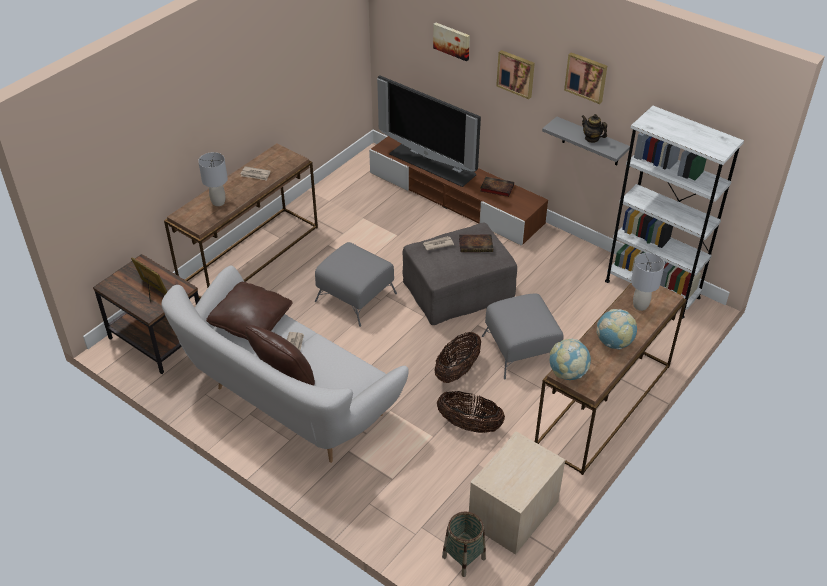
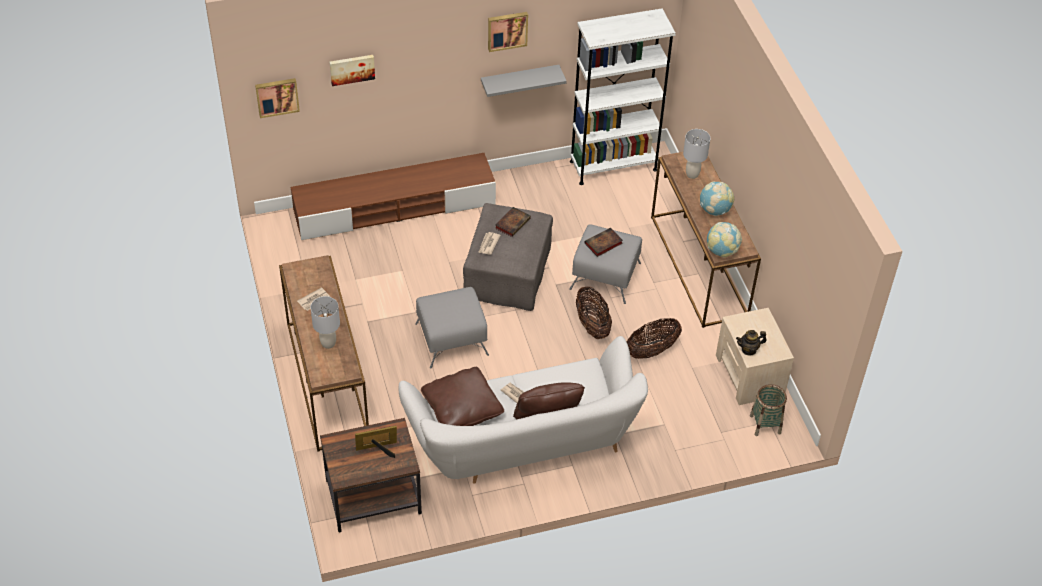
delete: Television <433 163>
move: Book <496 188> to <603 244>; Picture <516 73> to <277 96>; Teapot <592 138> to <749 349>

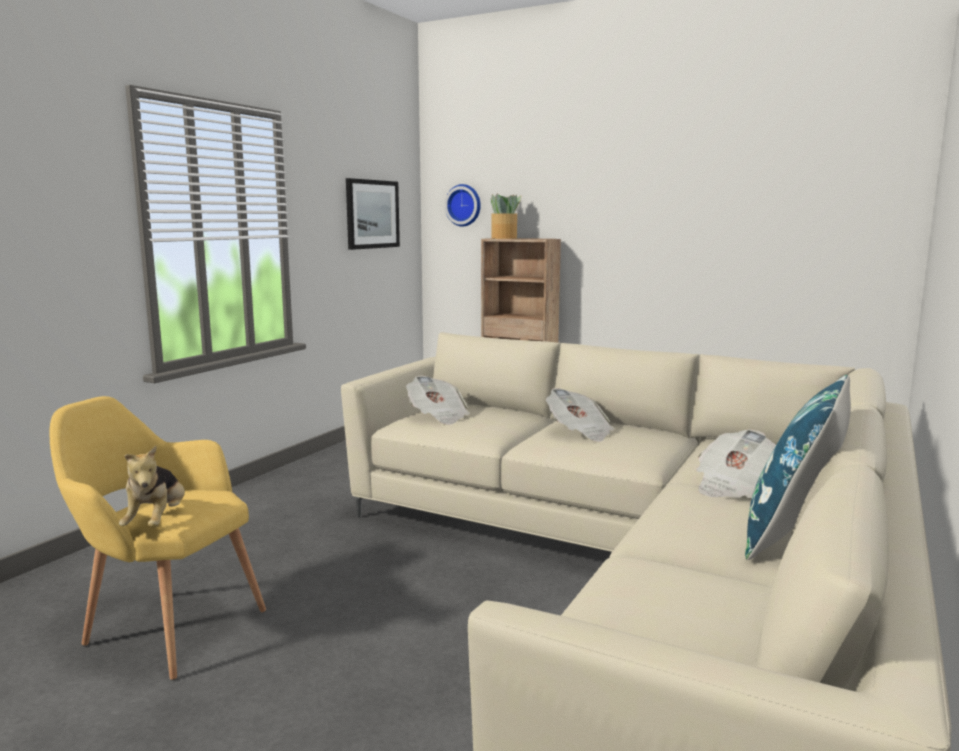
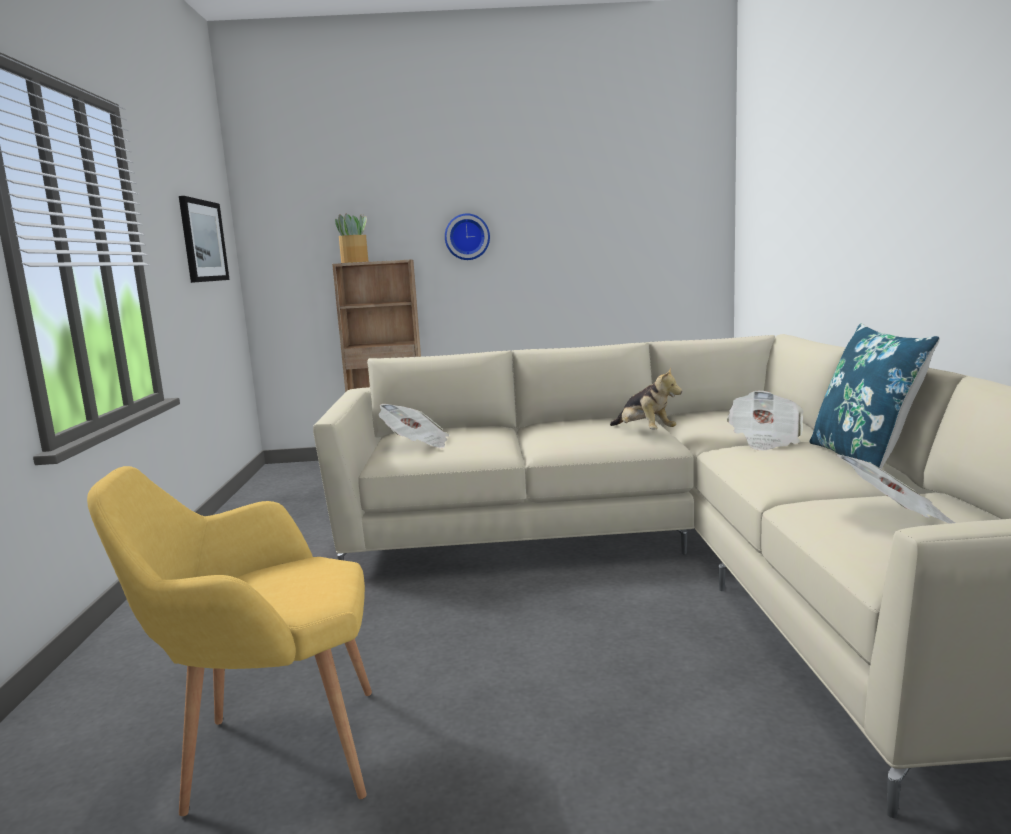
move: PlushToy <157 522> to <644 432>; WallClock <464 205> to <467 237>; Newspaper <579 432> to <896 517>

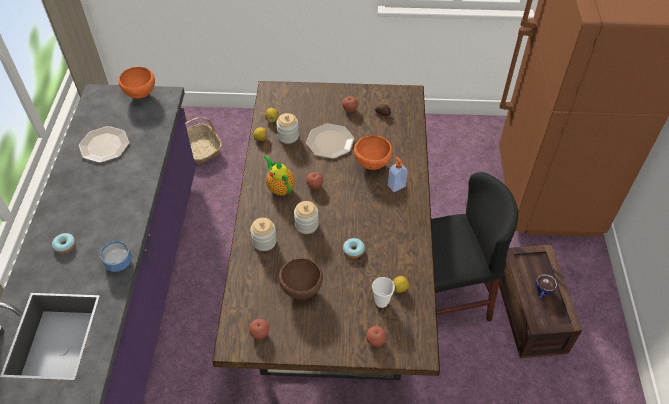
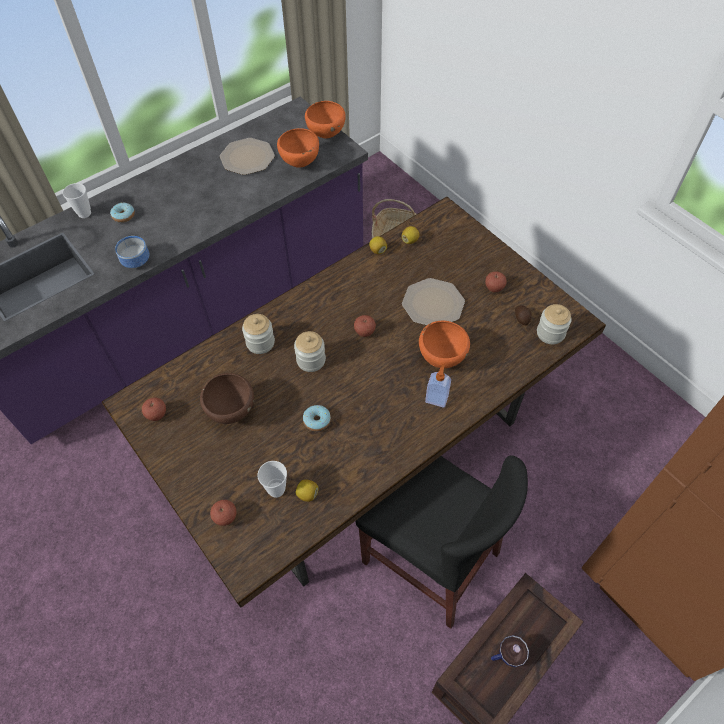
delete: Teapot <280 187>
insert: Cup <84 213>; OrangeBowl <300 164>
move: Jar <288 136> to <550 333>

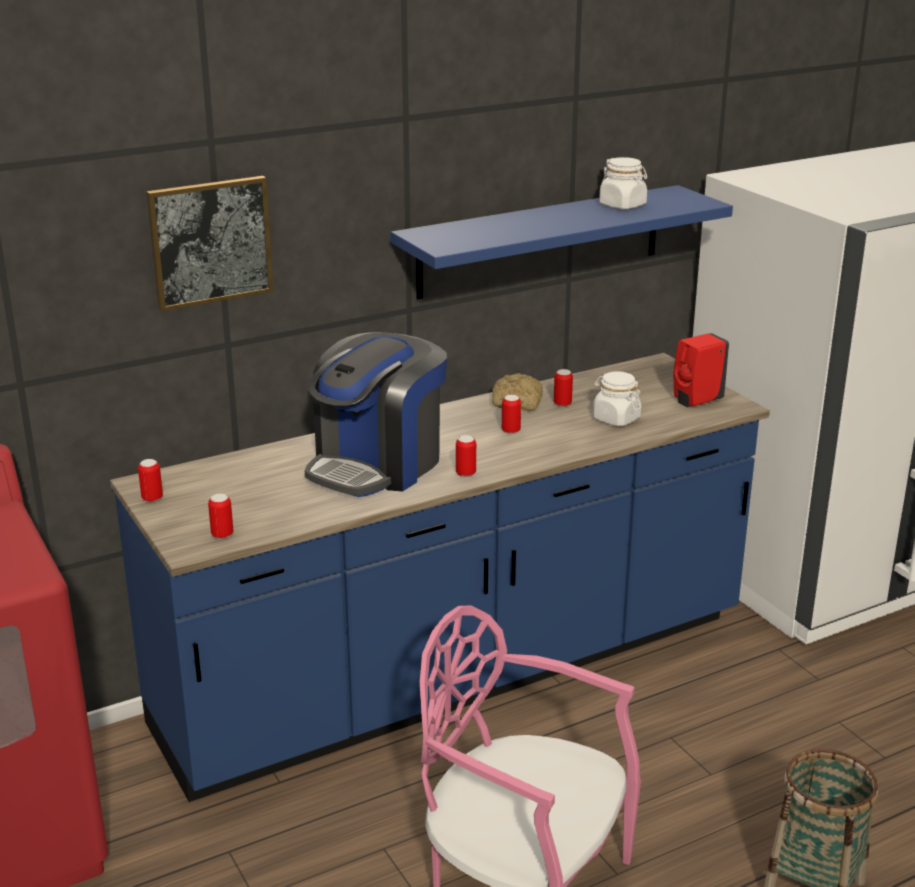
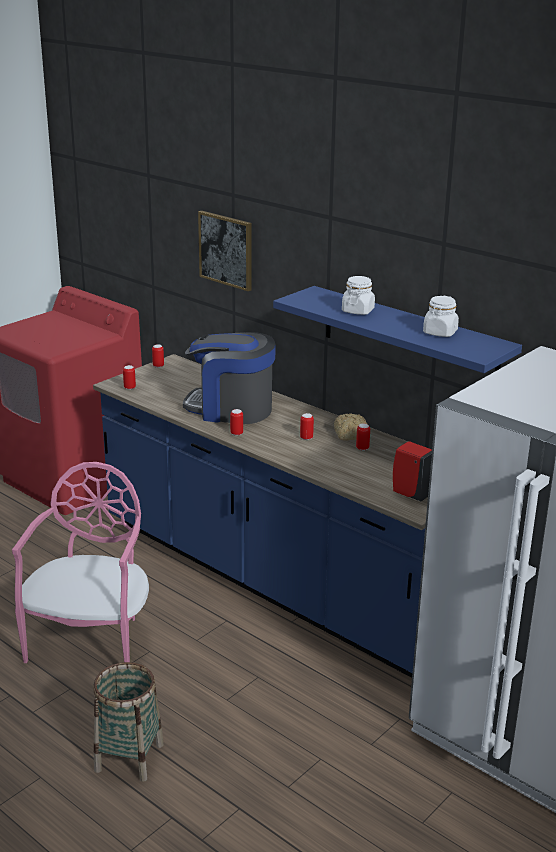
move: WhiteJar <616 419> to <358 311>

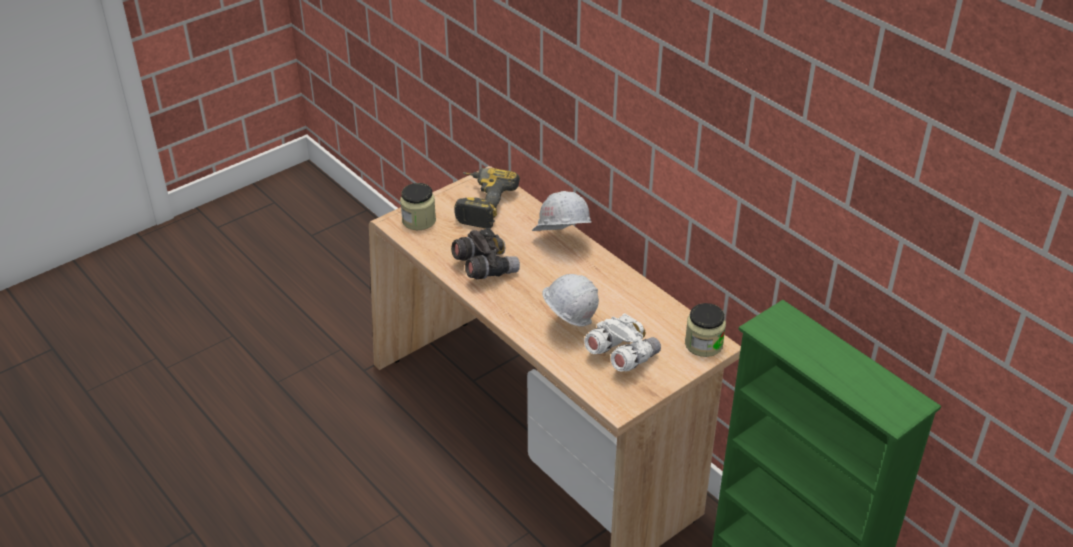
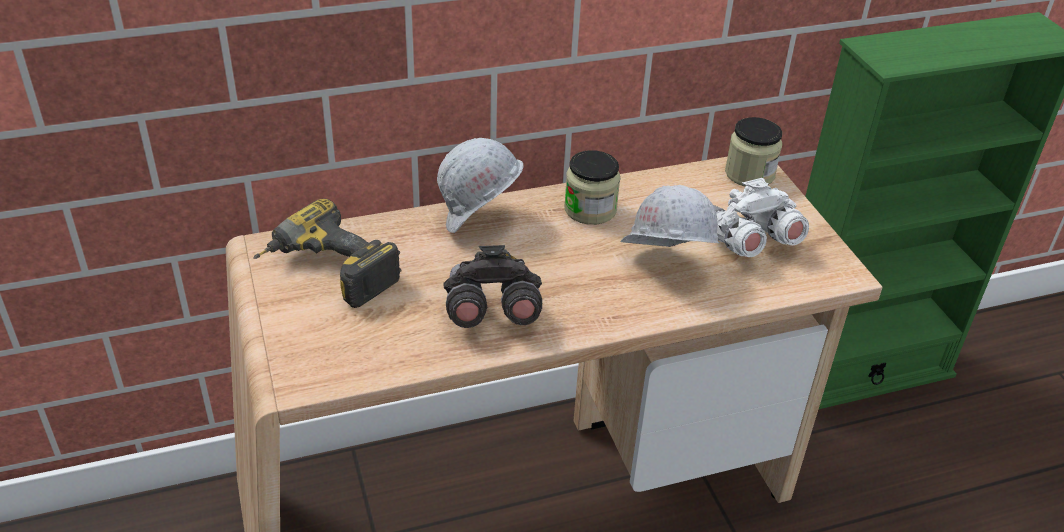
move: Jar <419 220> to <590 209>

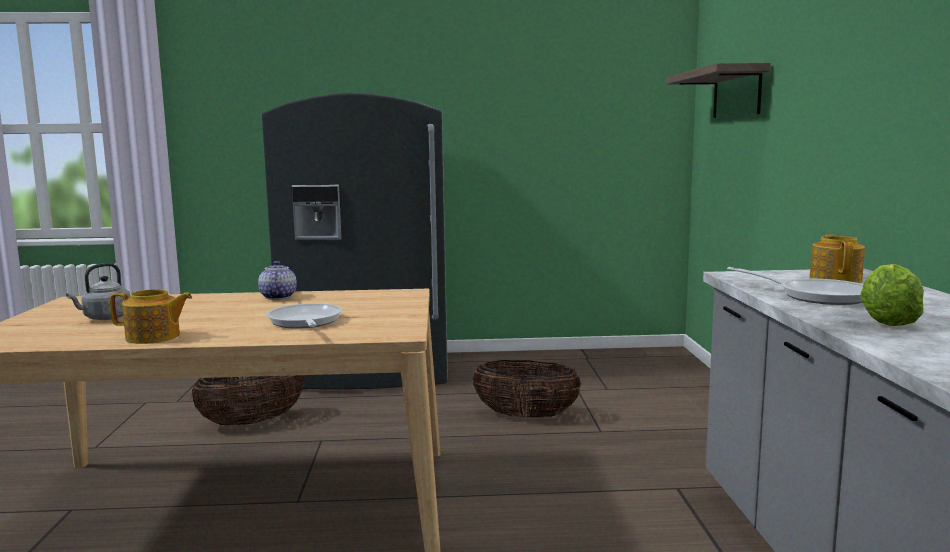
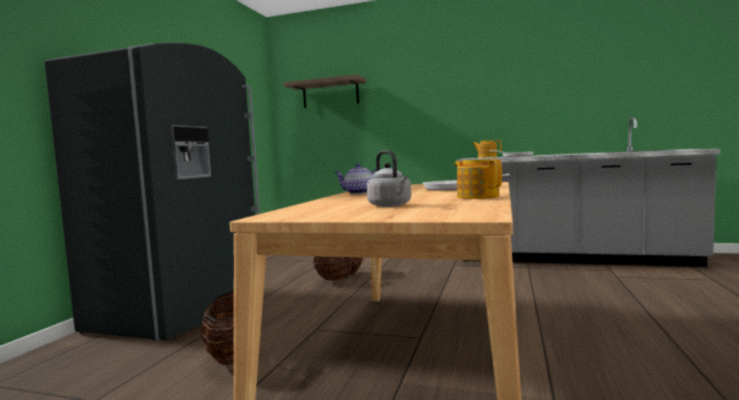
delete: Lettuce <887 321>
rotate: Teapot <154 337> = <477 196> 45 degrees counterclockwise

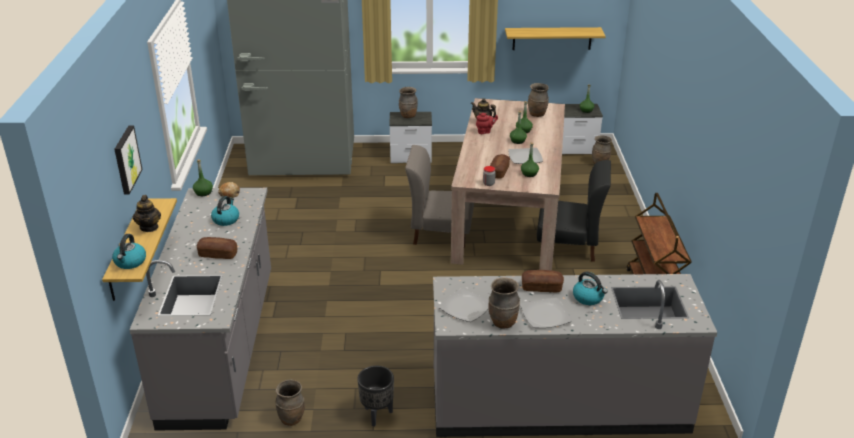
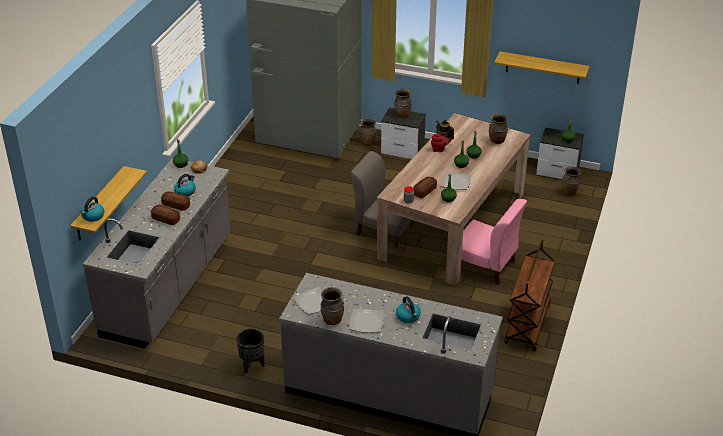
delete: Picture <126 159>; Teapot <149 227>
move: BrownVase <291 419> to <367 143>; Bread <541 287> to <176 205>
recolor: BlackChair <568 246> to PinkChair <485 265>

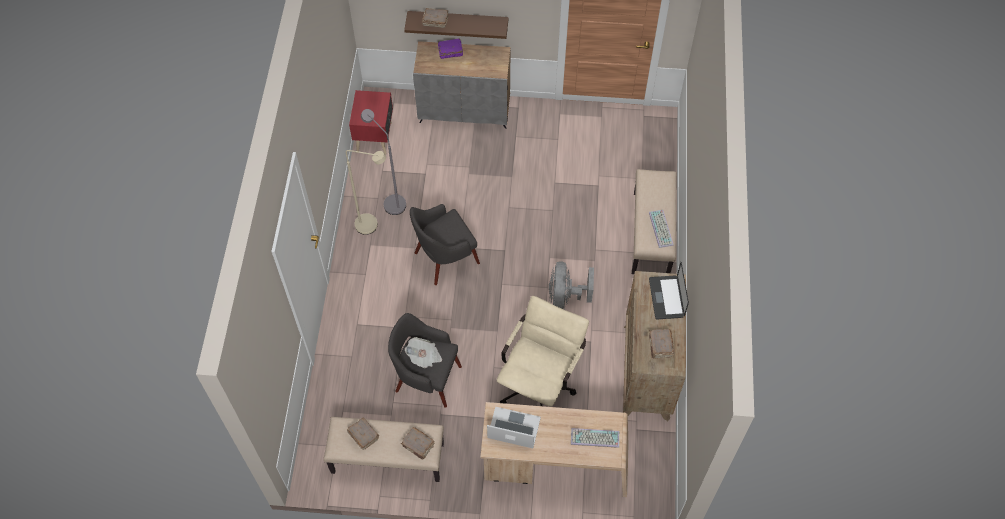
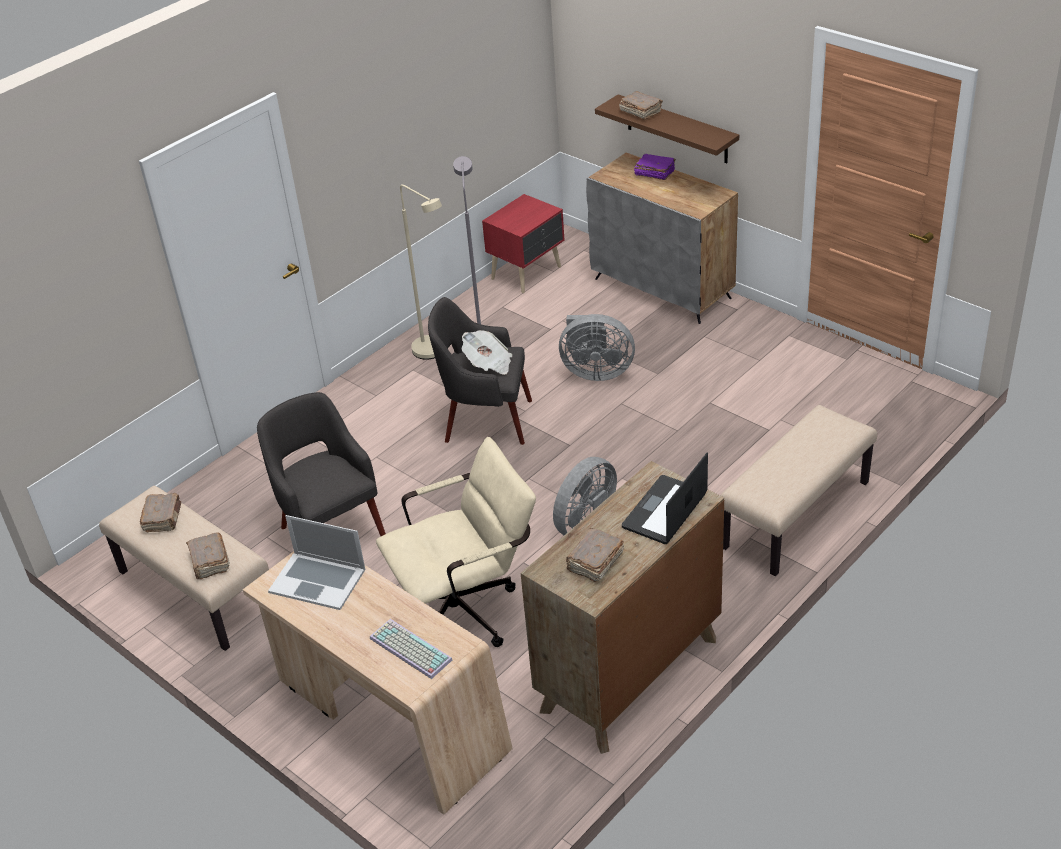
delete: Keyboard <661 229>
insert: GreyFan <596 371>
move: Newspaper <424 357> to <488 363>
rotate: Laptop <513 428> = <318 580> 150 degrees clockwise

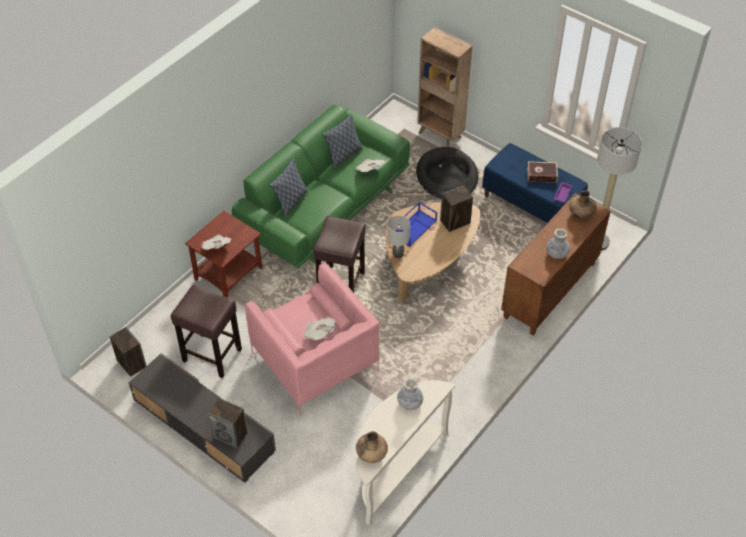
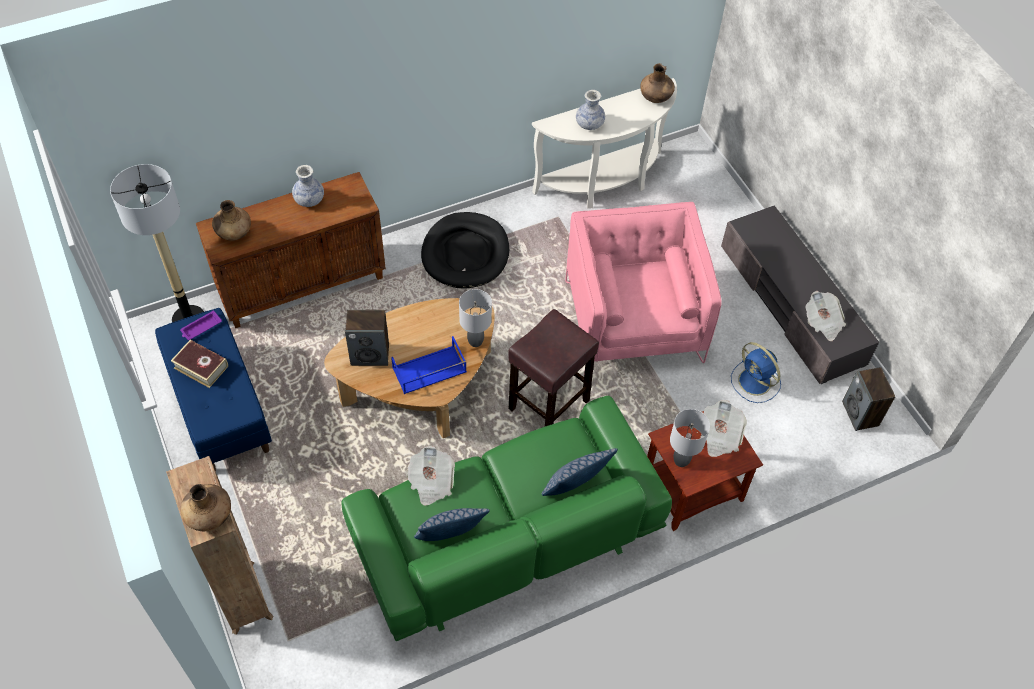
delete: Speaker <230 435>
insert: BrownVase <210 516>; GreyTableLamp <680 460>
move: Newspaper <319 333> to <822 323>; BlackDogBed <447 176> to <465 253>
replace: BrownStool <211 355> to BlueFan <755 382>

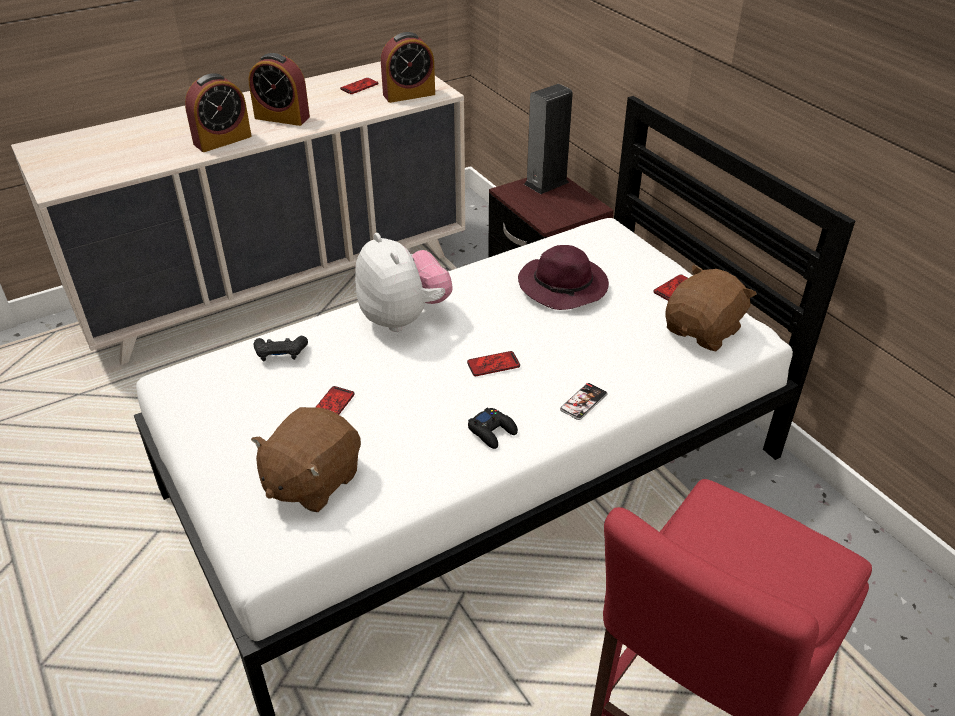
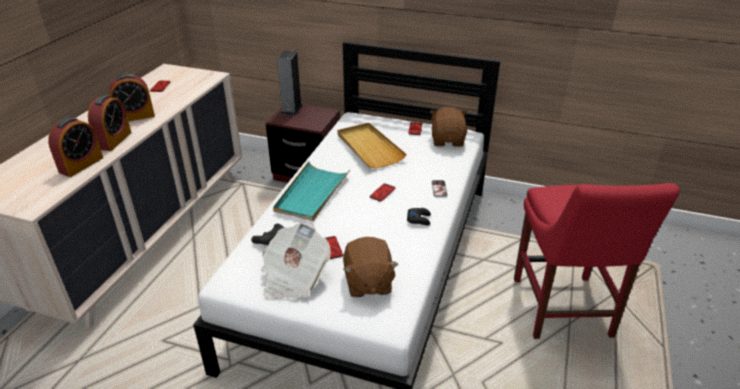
insert: Newspaper <294 277>
move: AlarmClock <409 94> to <81 165>
replace: PlushToy <403 317> to TurquoiseTray <312 193>; PurpleHat <564 287> to BeigeTray <369 147>

